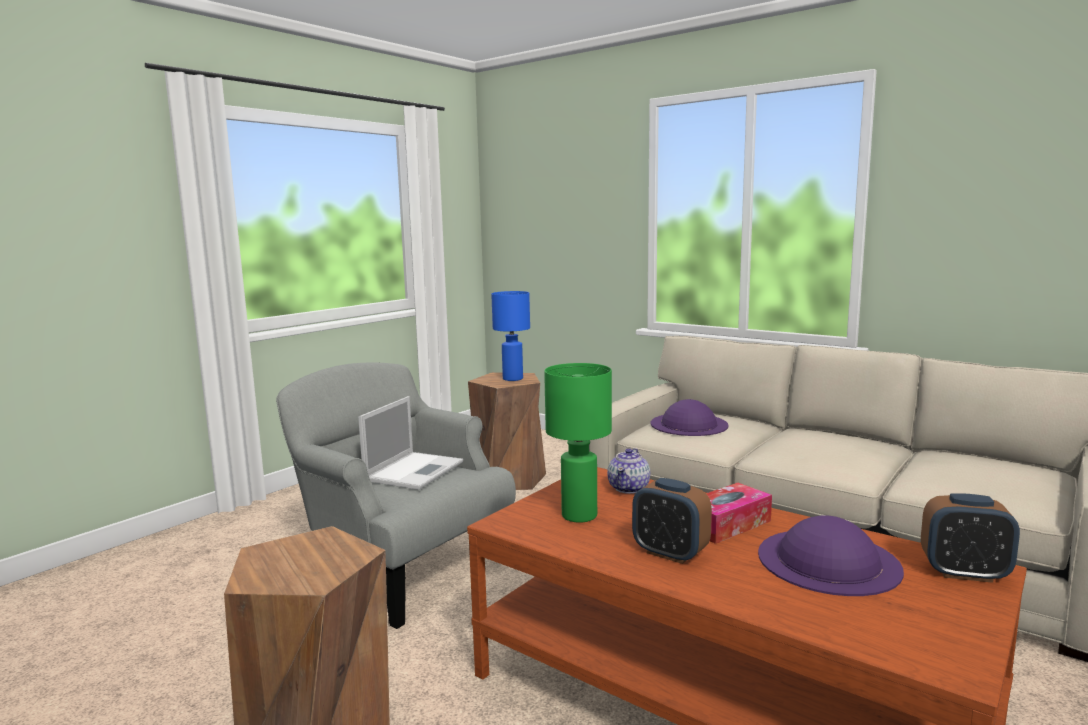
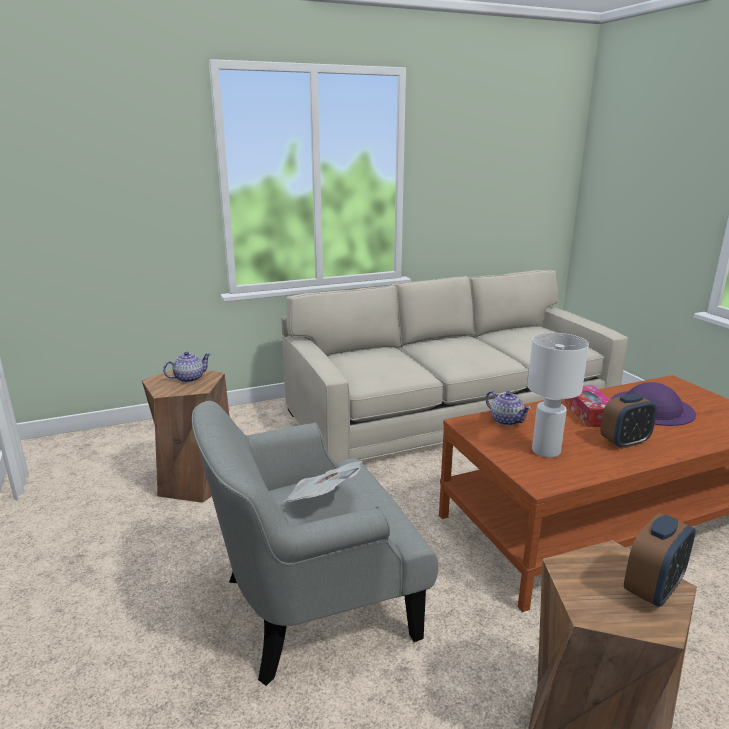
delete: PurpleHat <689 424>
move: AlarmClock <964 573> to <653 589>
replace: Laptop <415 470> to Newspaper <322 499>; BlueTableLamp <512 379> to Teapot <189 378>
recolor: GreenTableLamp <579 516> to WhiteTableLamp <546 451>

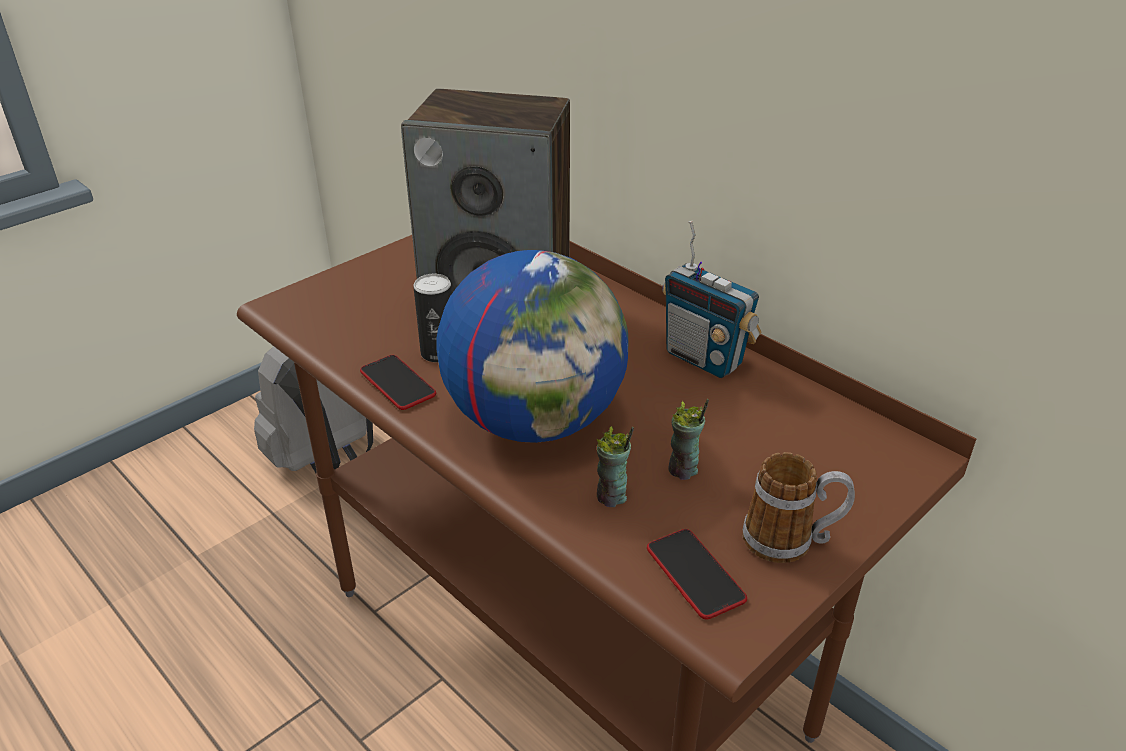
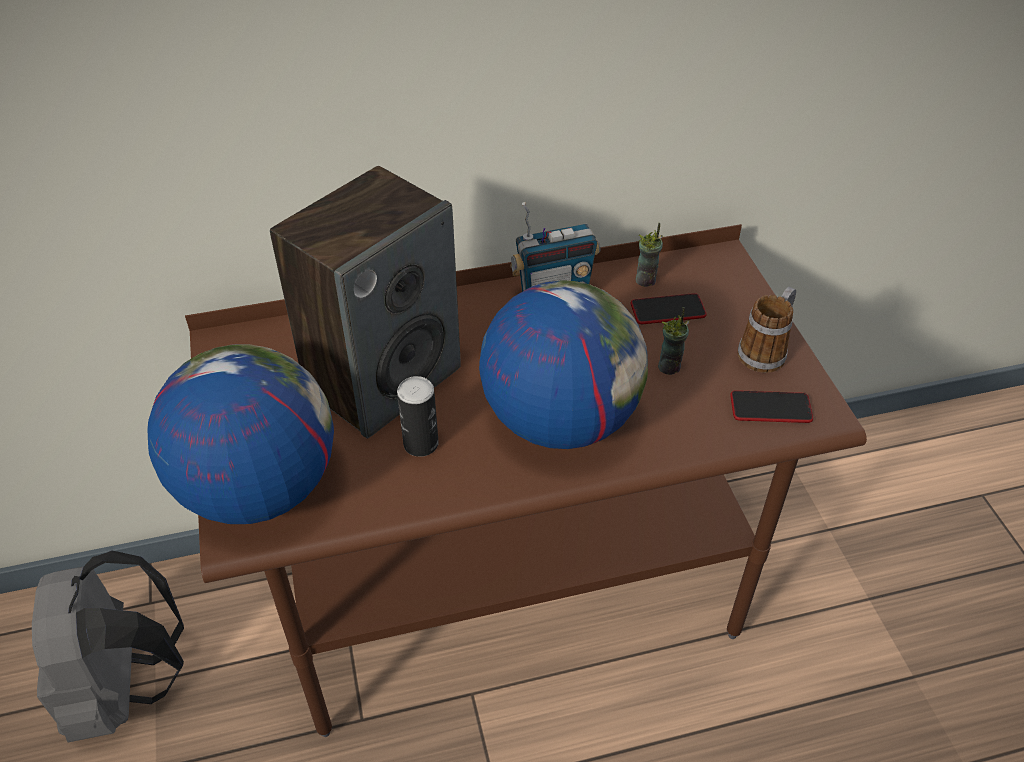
insert: Globe <258 488>
move: Phone <397 383> to <668 310>; Cup <611 497> to <646 280>

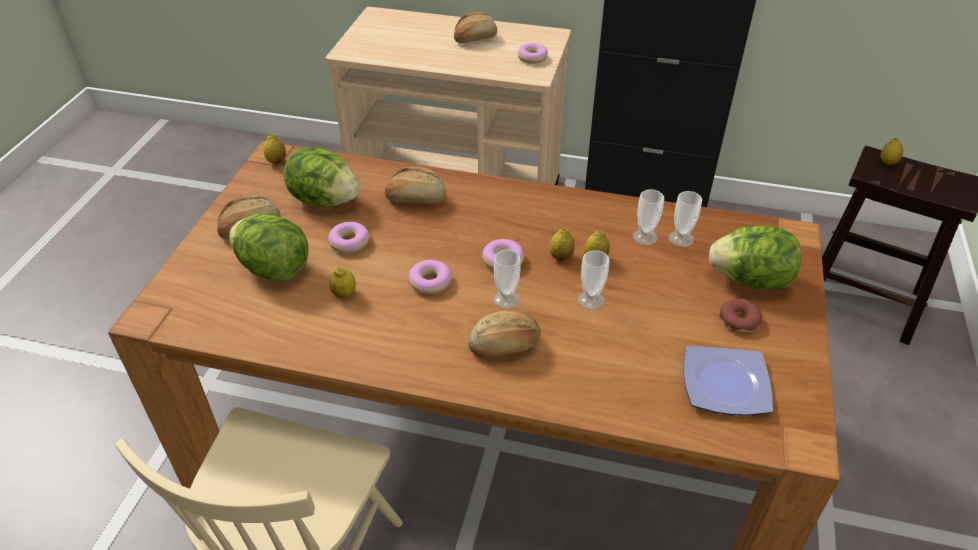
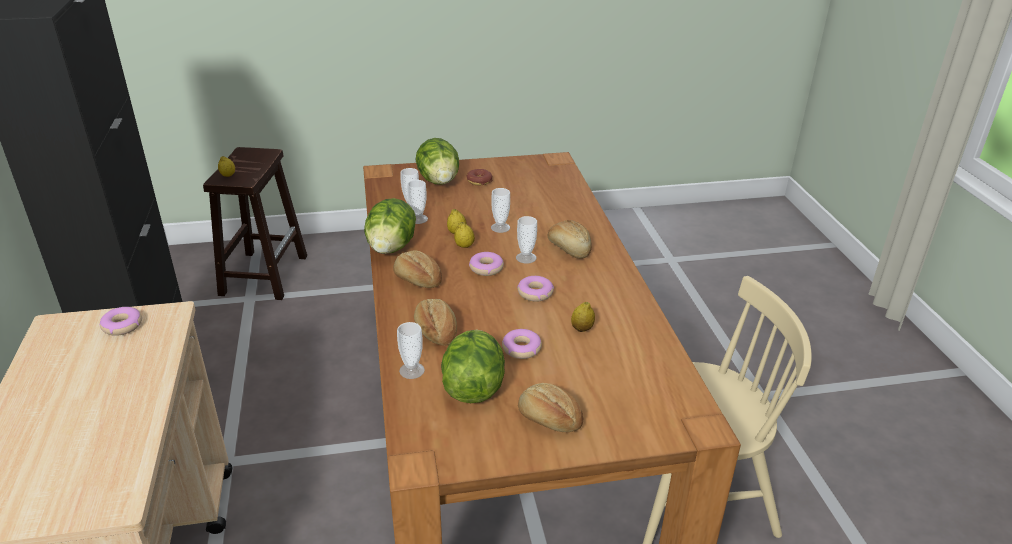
delete: Lemon <277 161>; Plate <724 385>
insert: Cup <412 370>
move: Lettuce <273 269> to <391 248>; Bread <475 38> to <417 280>

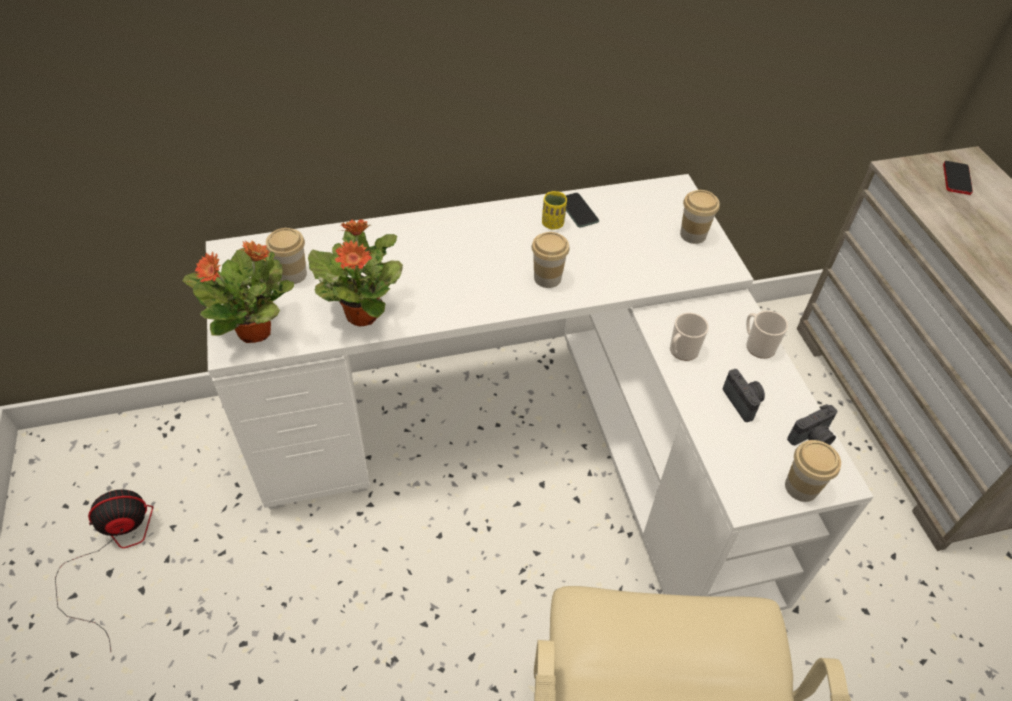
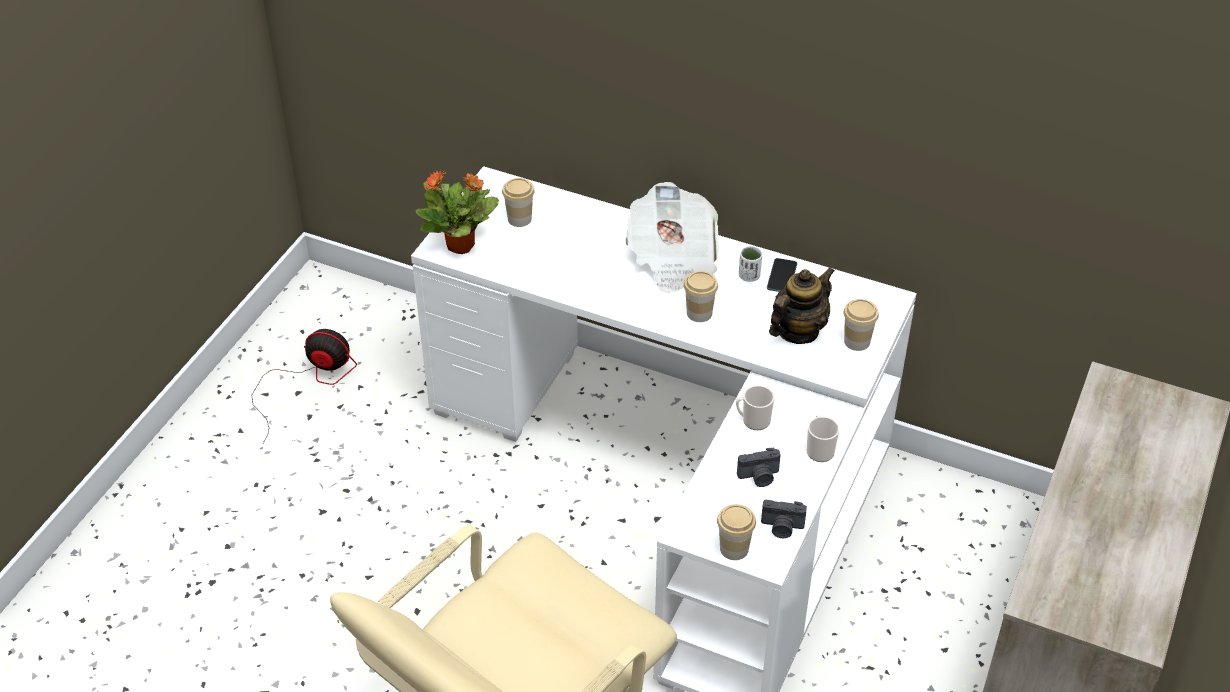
delete: PottedPlant <363 314>; Phone <956 178>
insert: Newspaper <672 258>; Teapot <798 331>
recolor: YellowCup <553 224> to WhiteCup <749 276>
rotate: PhotoCamera <743 402> = <759 477> 60 degrees clockwise

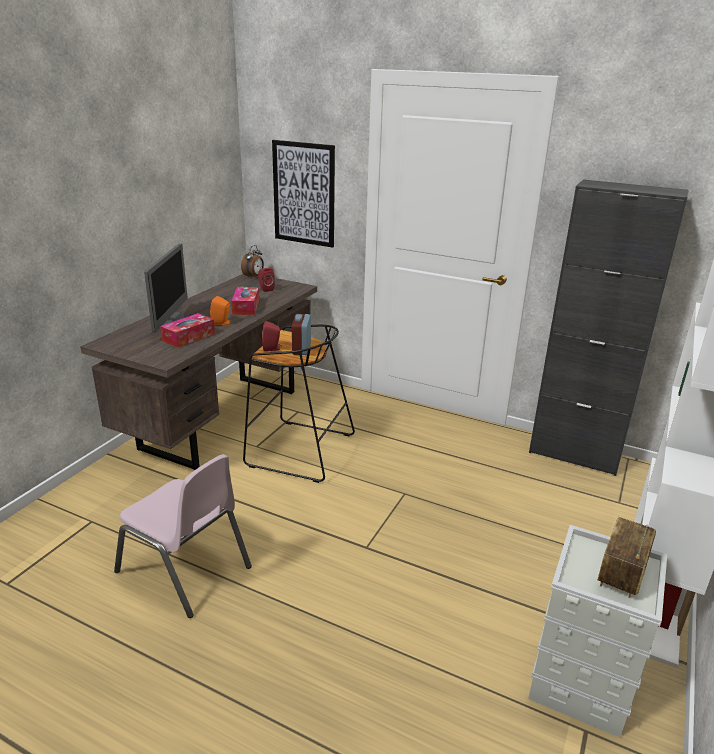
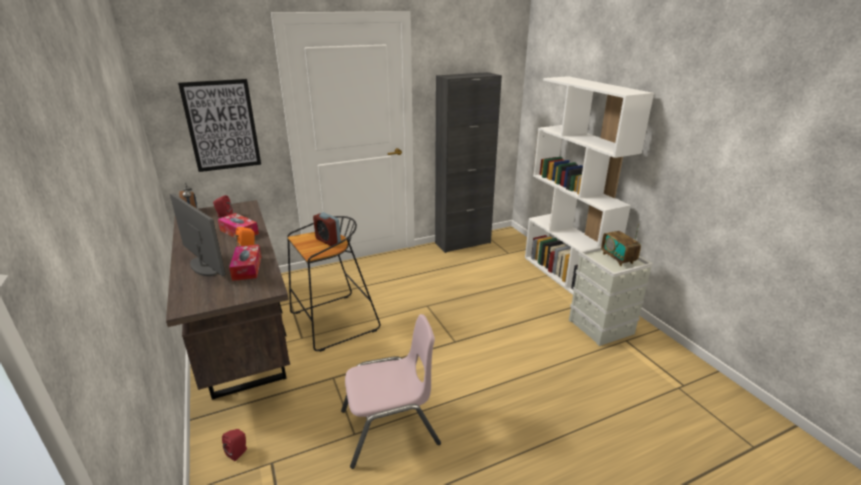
move: RedSpeaker <272 349> to <238 452>

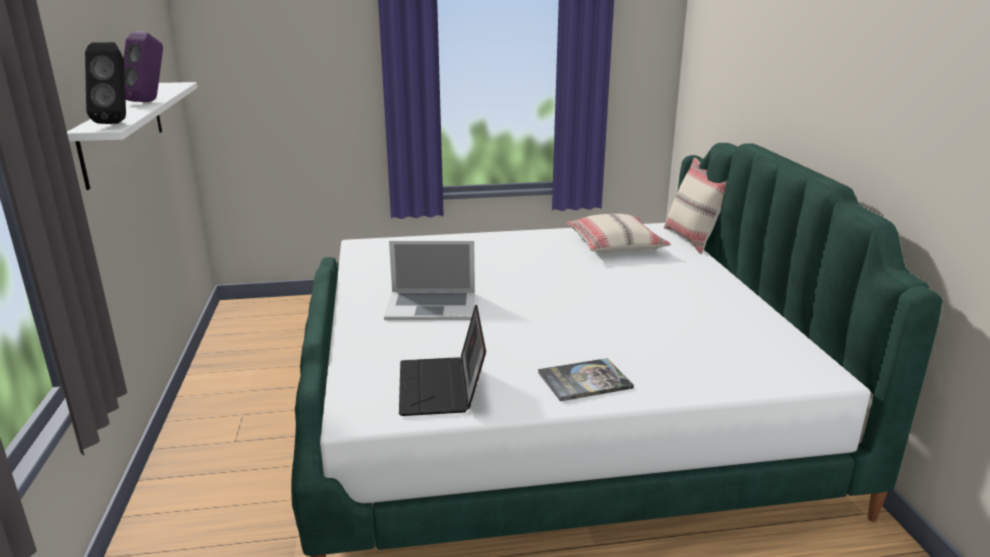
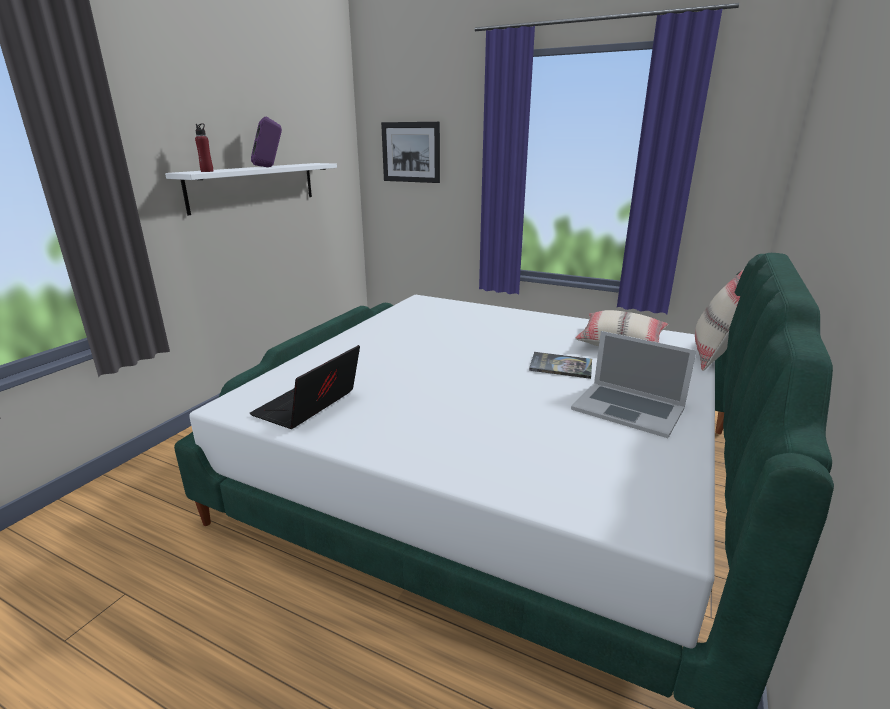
insert: Picture <411 152>
move: Laptop <431 305> to <628 408>; Book <584 380> to <561 366>
replace: BlackSpeaker <117 122> to RedBottle <207 171>

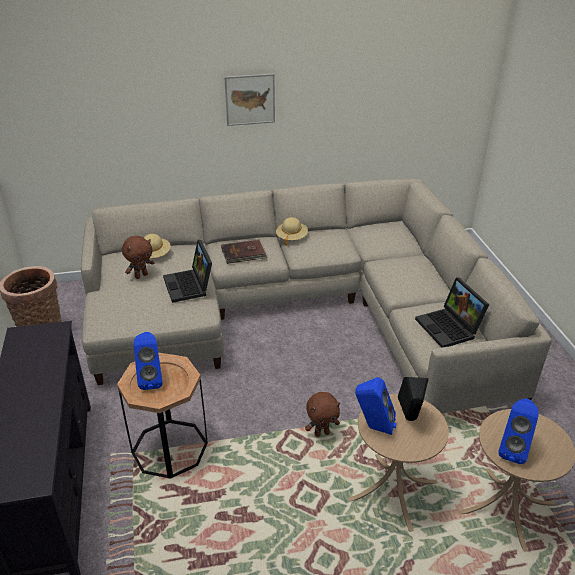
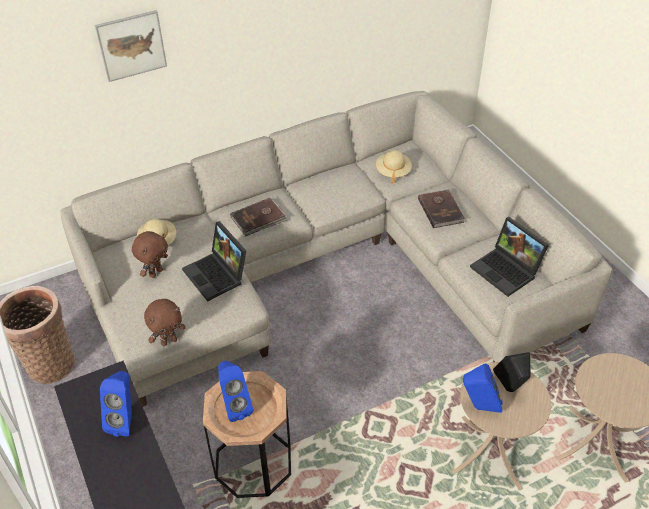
insert: BrownBook <441 210>
move: Picture <250 99> to <131 45>; BeigeHat <291 237> to <393 171>; BrownPlushToy <322 433> to <169 341>; BlueSpeaker <513 450> to <125 420>

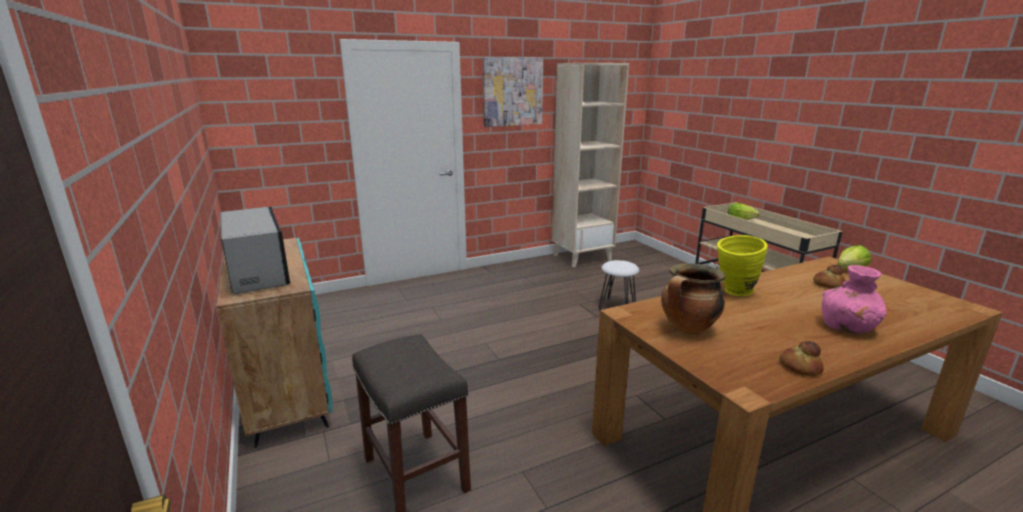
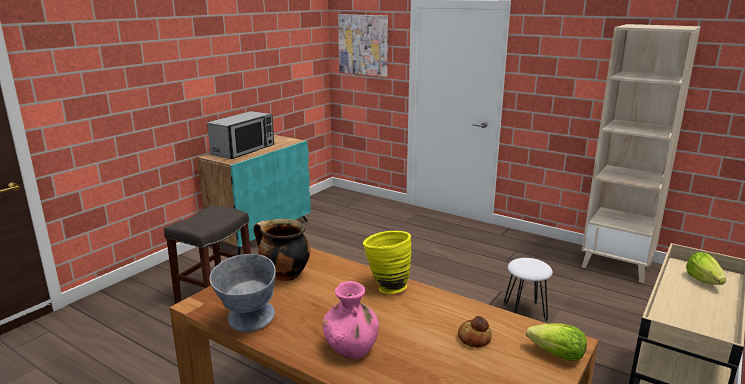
move: Picture <512 92> to <363 45>
replace: Bread <799 367> to GreyBowl <247 324>

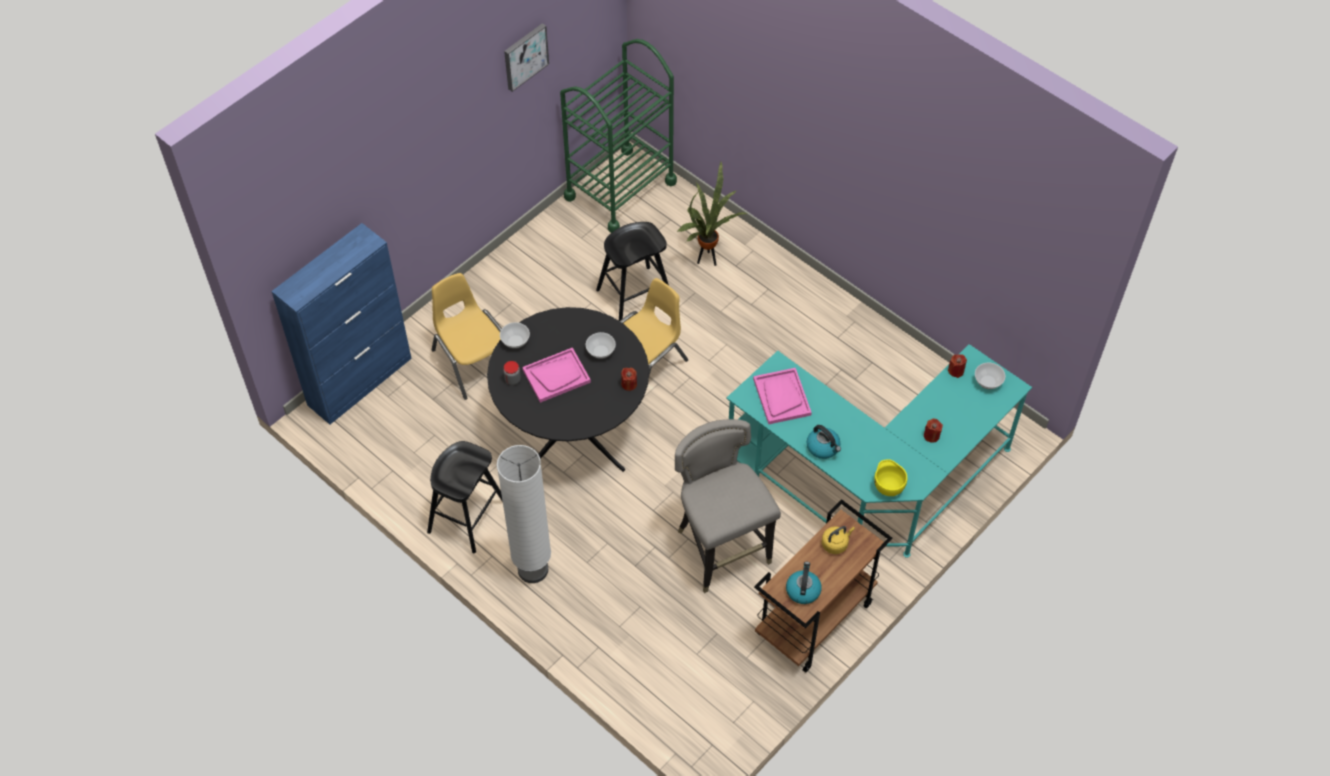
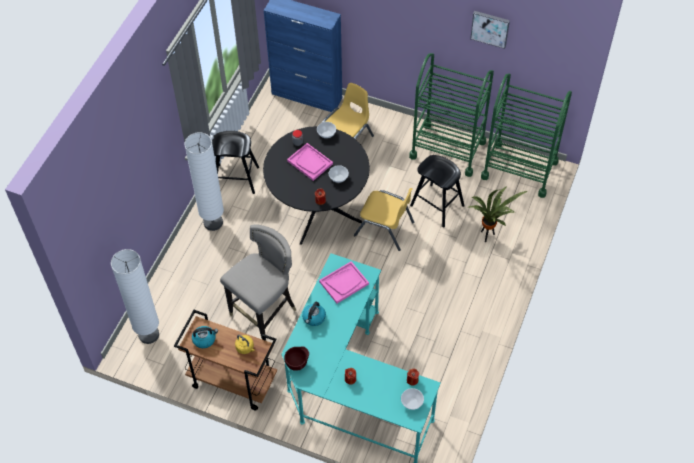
insert: WhiteFloorLamp <148 334>; GreenCart <447 149>
recolor: YellowBowl <888 487> to BrownBowl <297 364>

